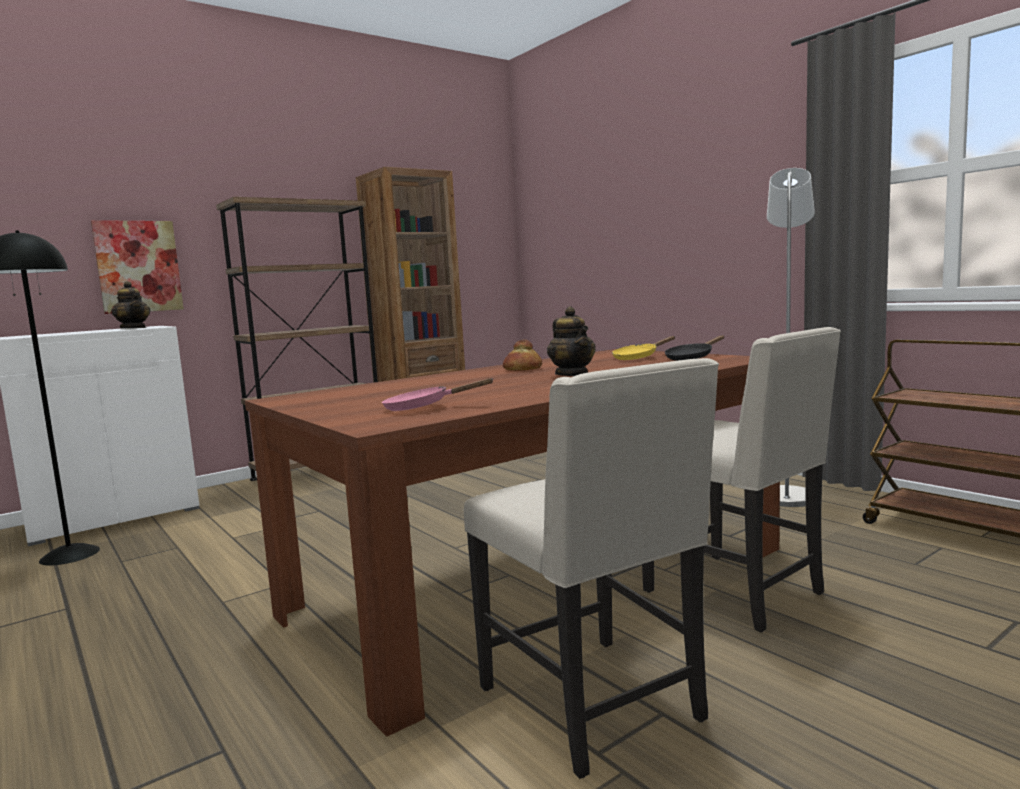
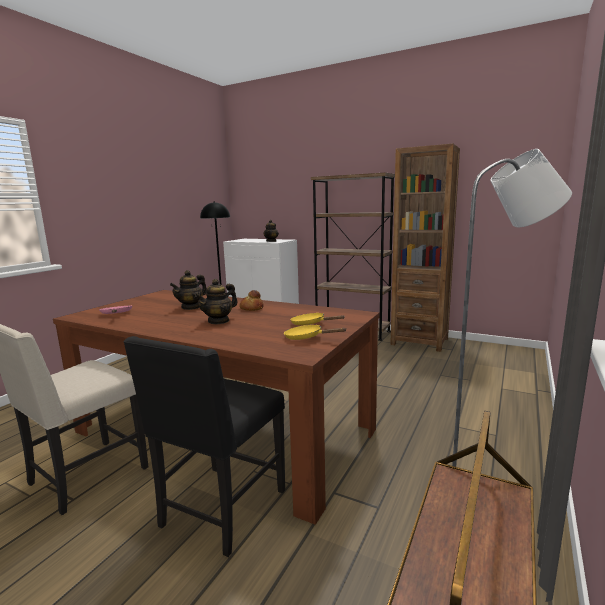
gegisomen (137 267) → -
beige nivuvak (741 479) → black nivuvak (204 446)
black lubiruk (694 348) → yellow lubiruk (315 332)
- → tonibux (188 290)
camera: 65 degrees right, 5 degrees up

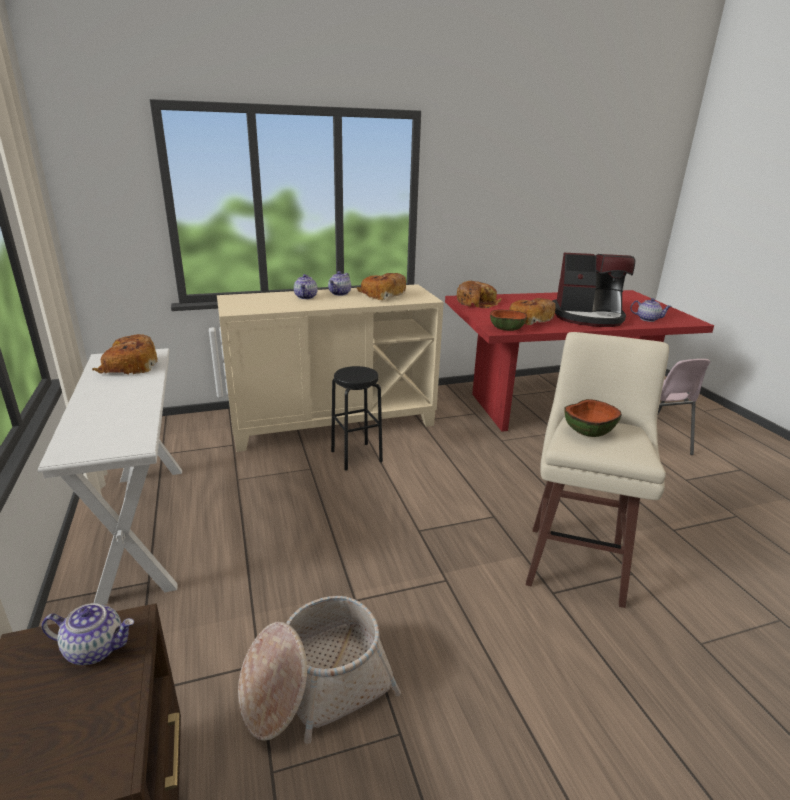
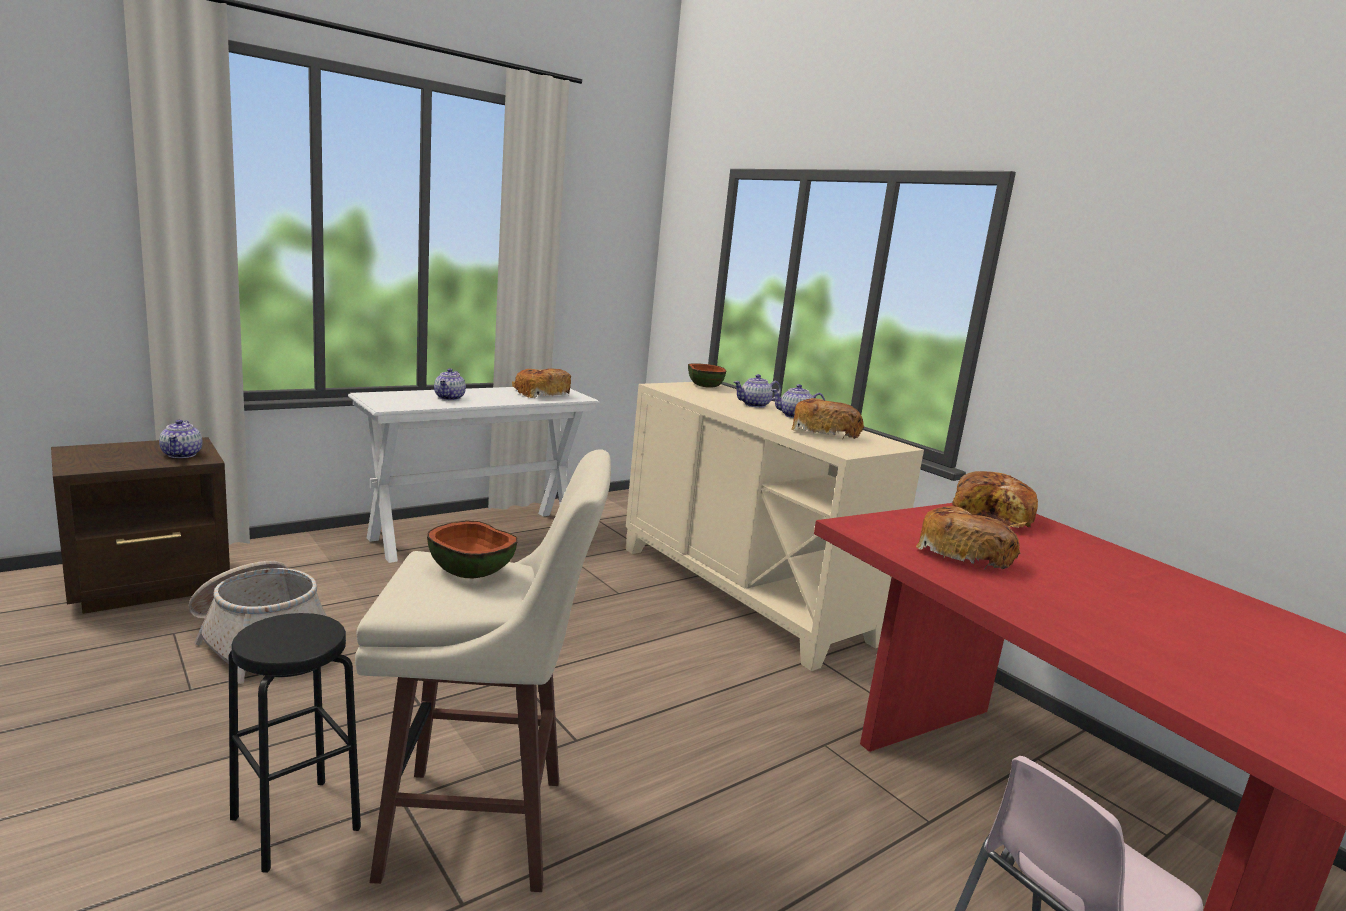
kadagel (593 290) → -
tonibux (651 310) → tonibux (450 384), moved
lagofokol (508 320) → lagofokol (707 375), moved
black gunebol (357 418) → black gunebol (295 743), moved
camera: 70 degrees right, 10 degrees down

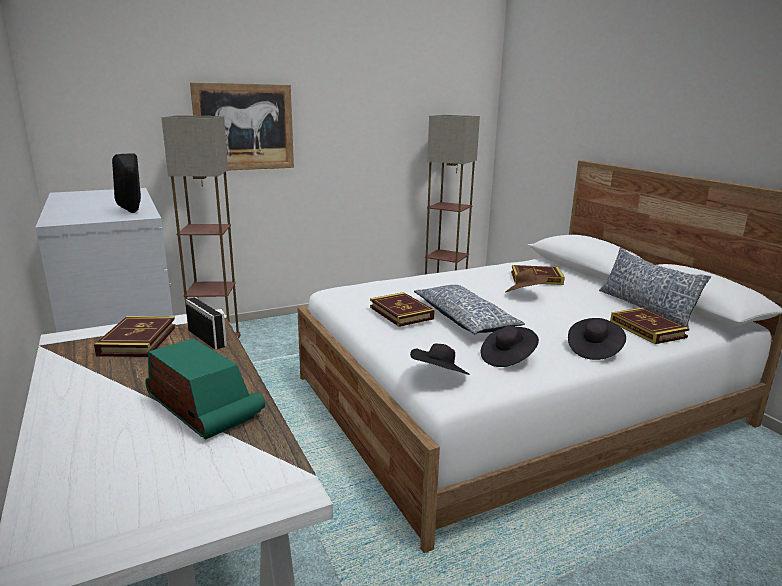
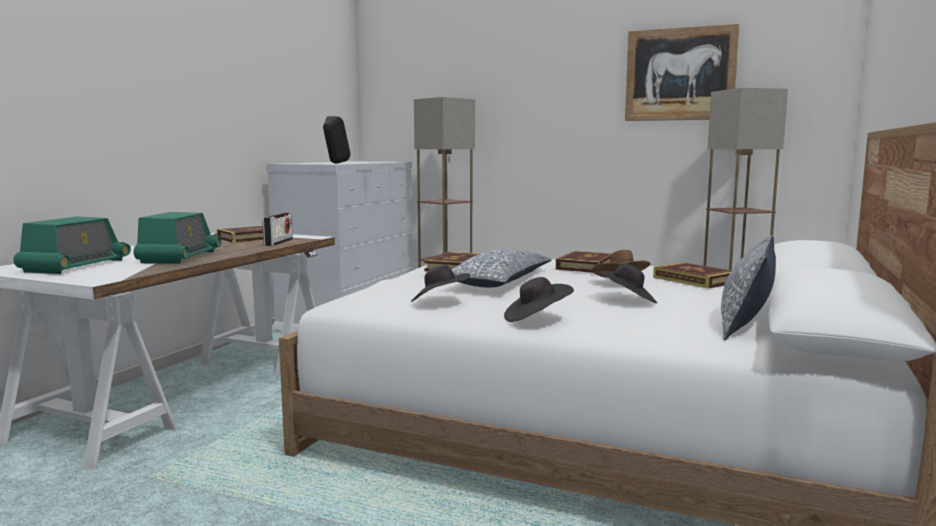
gegisomen (242 126) → gegisomen (682 72), moved
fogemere (650 325) → fogemere (584 262), moved
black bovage (439 359) → black bovage (627 284), moved
- → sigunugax (72 245)
camera: 50 degrees right, 10 degrees down

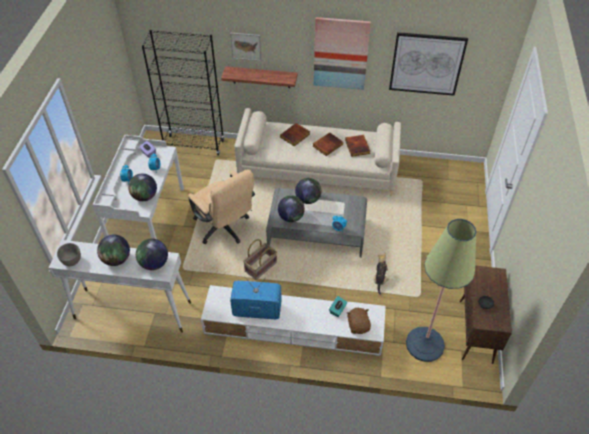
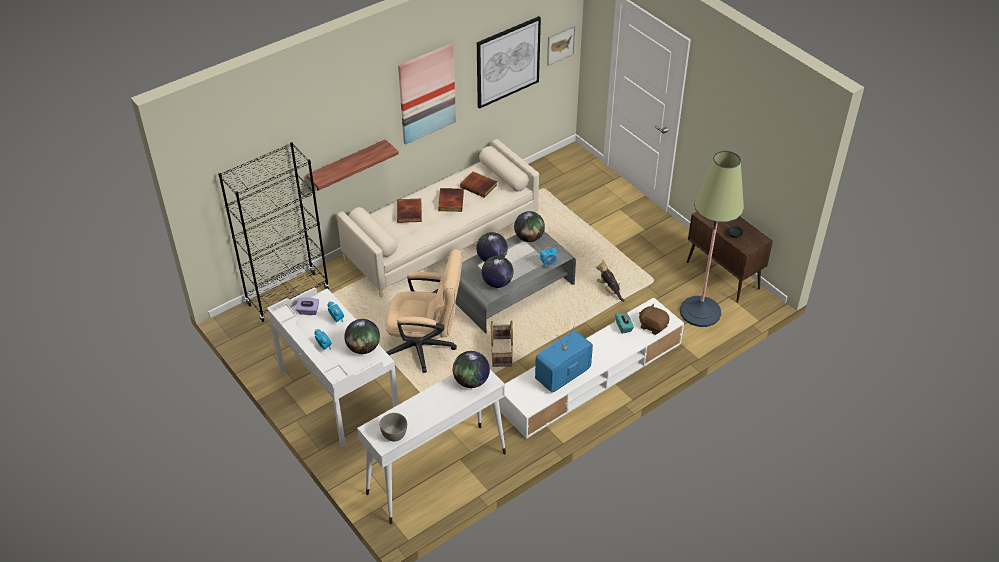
gegisomen (245 47) → gegisomen (561 45), moved
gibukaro (113 250) → gibukaro (529 226), moved
camera: 45 degrees left, 5 degrees down

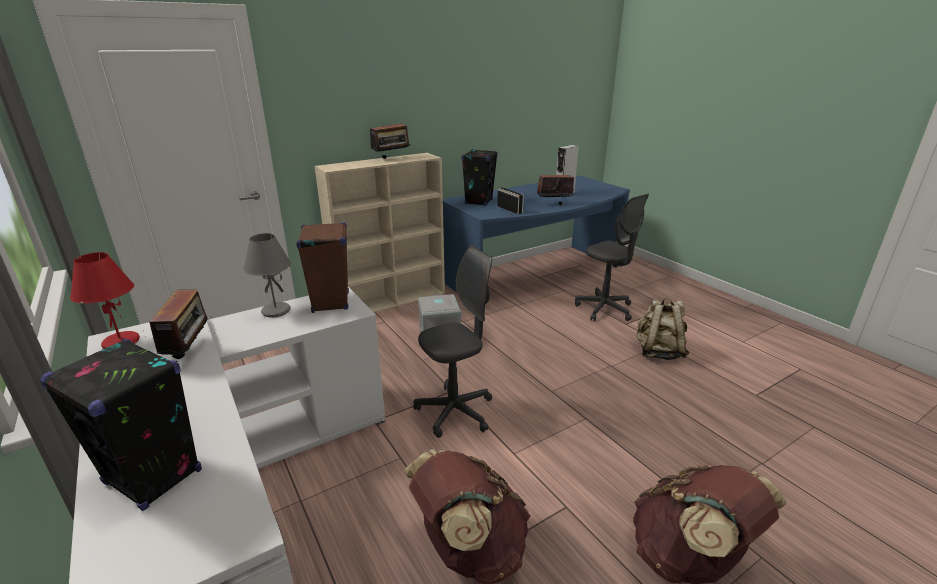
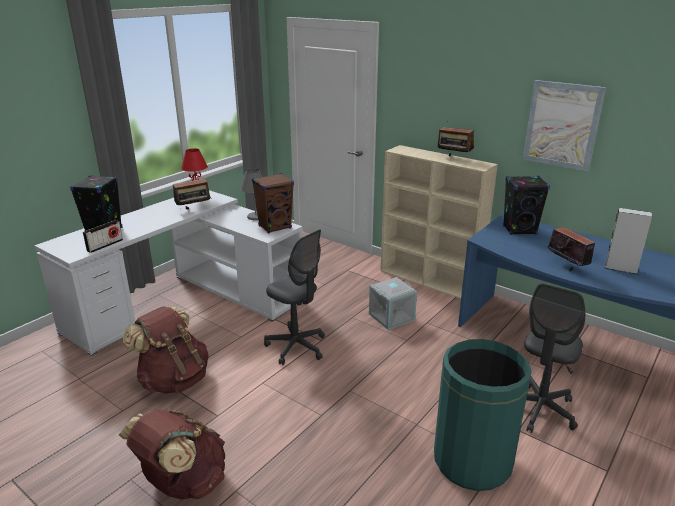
sigunugax (510 200) → sigunugax (103 236), moved
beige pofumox (662 329) → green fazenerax (483 415)
- → gegisomen (564 125)
camera: 70 degrees right, 0 degrees up

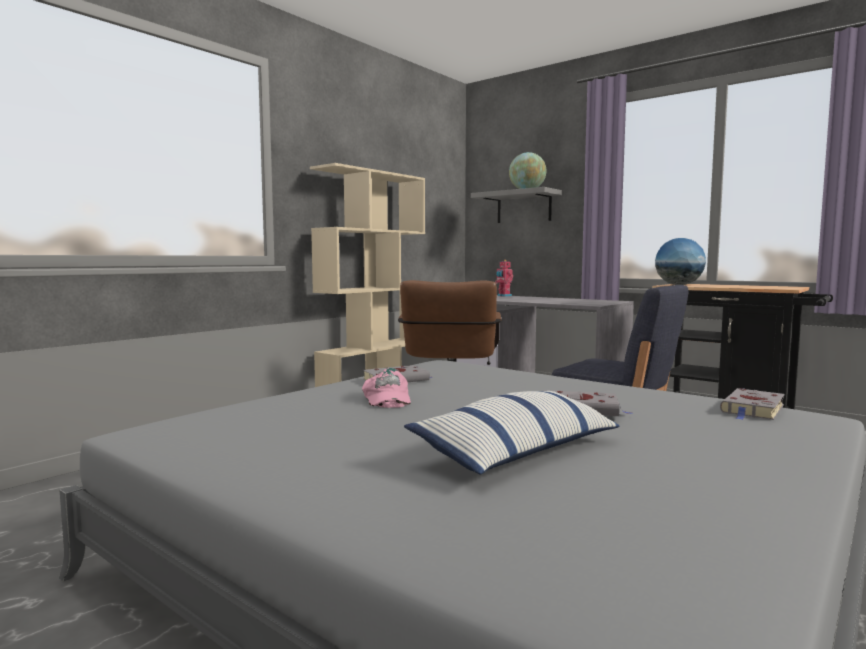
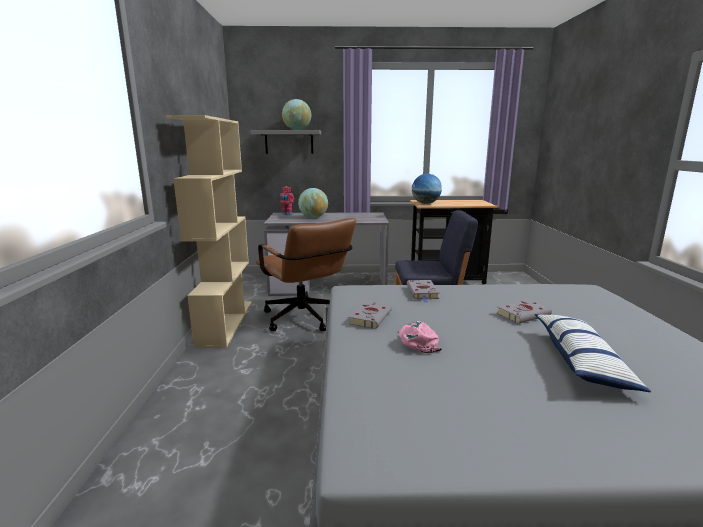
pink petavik (386 388) → pink petavik (420 337), 135 degrees counterclockwise
grey fogemere (752 404) → grey fogemere (423 291), moved
- → gibukaro (313 203)
camera: 40 degrees left, 10 degrees up

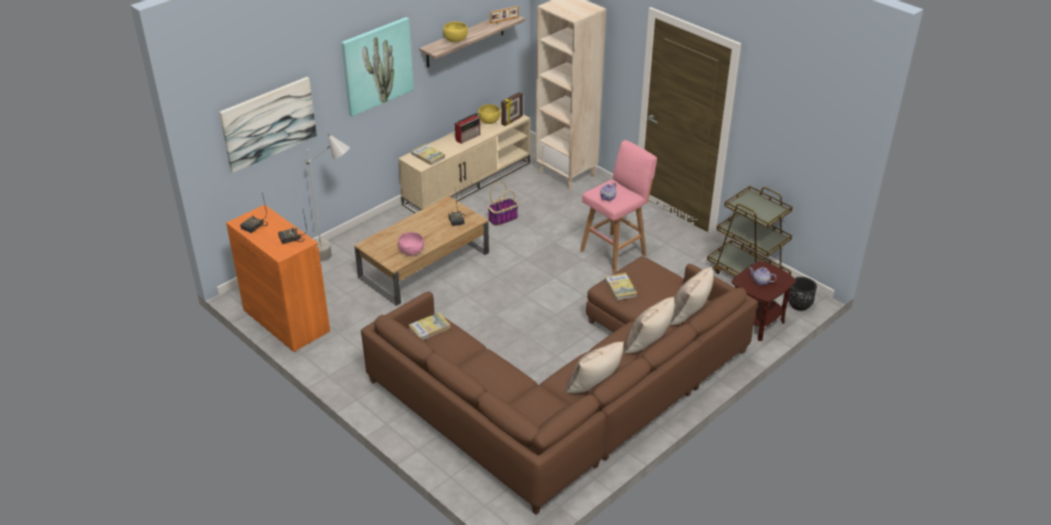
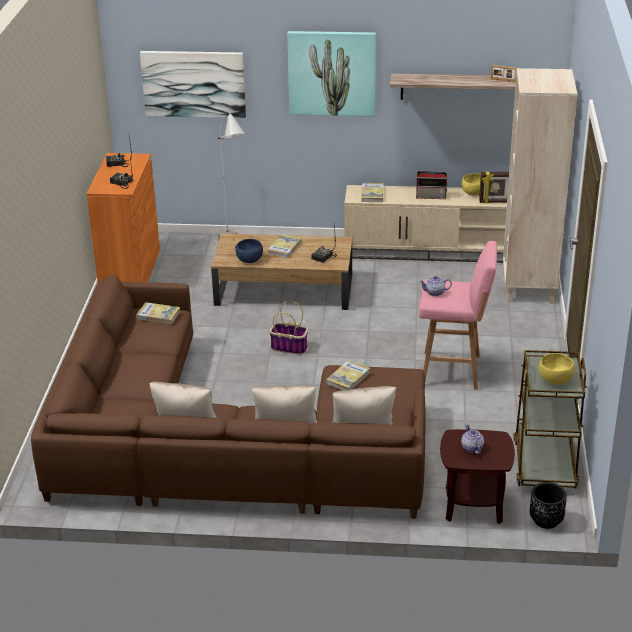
yellow lagofokol (455 32) → yellow lagofokol (557 368), moved
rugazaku (503 204) → rugazaku (288 328), moved
pink lagofokol (411 243) → blue lagofokol (249 251)
- → fogemere (284 246)
camera: 50 degrees right, 5 degrees down

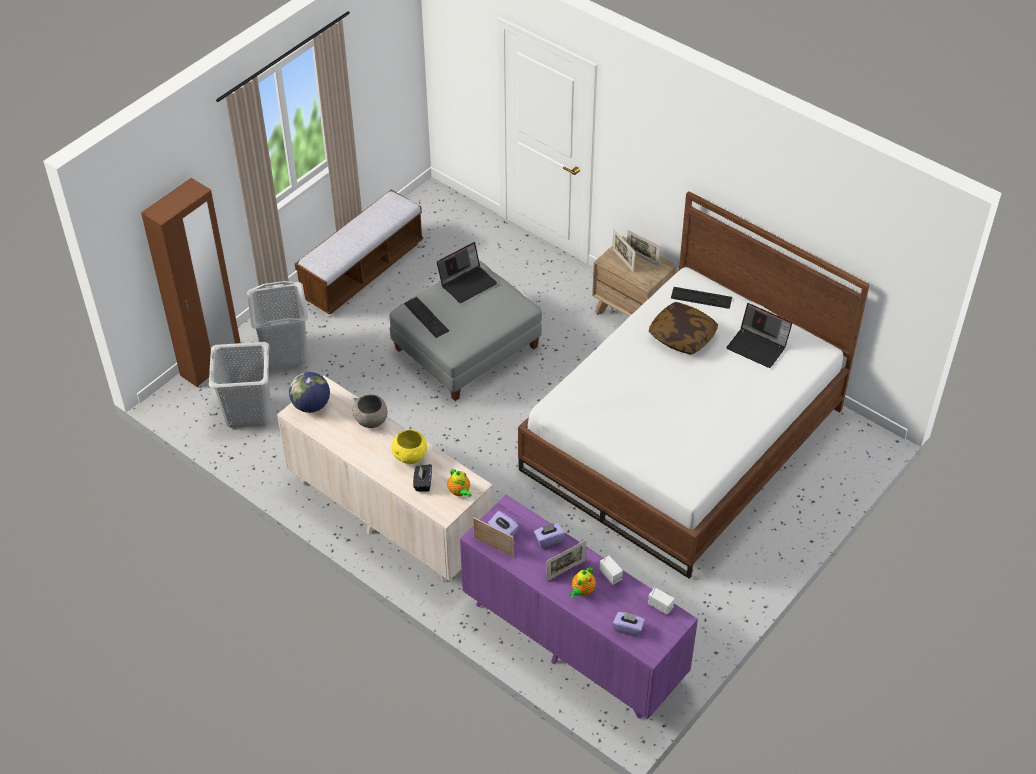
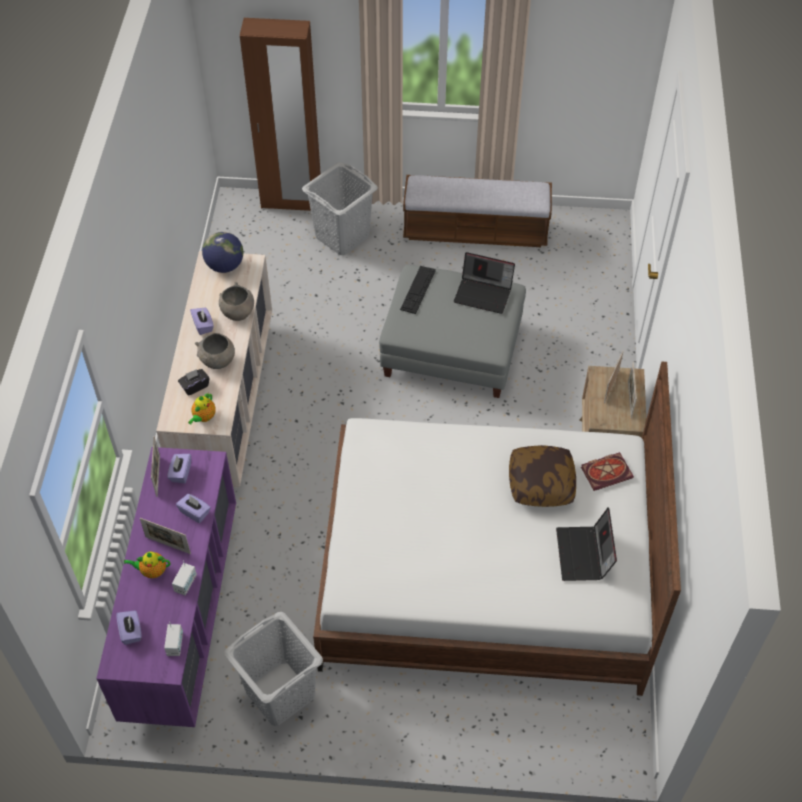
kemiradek (701 298) → fogemere (607 471)
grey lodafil (239 385) → grey lodafil (273 669), moved
yellow lagofokol (409 447) → grey lagofokol (215 351)
- → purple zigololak (202 321)
camera: 55 degrees right, 5 degrees up

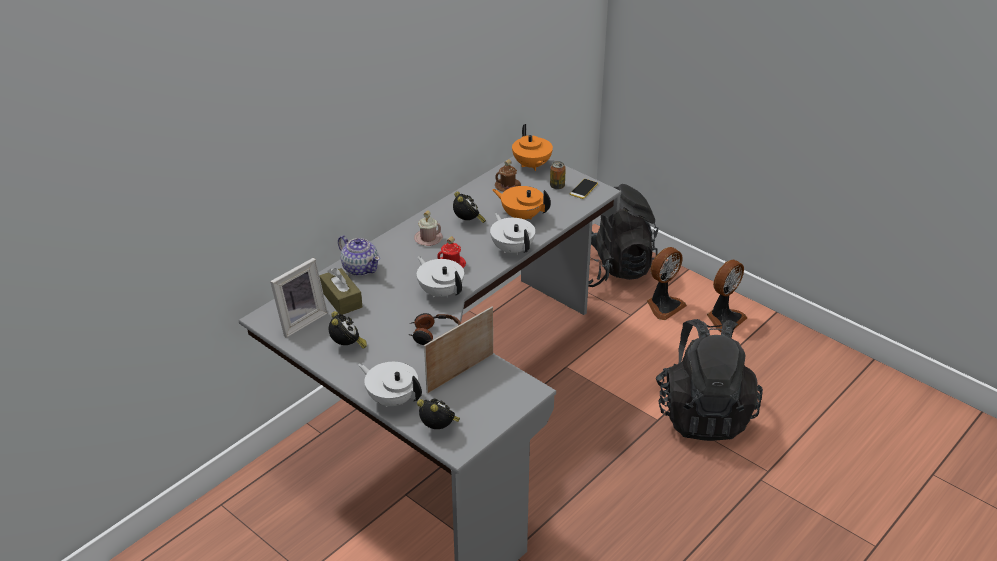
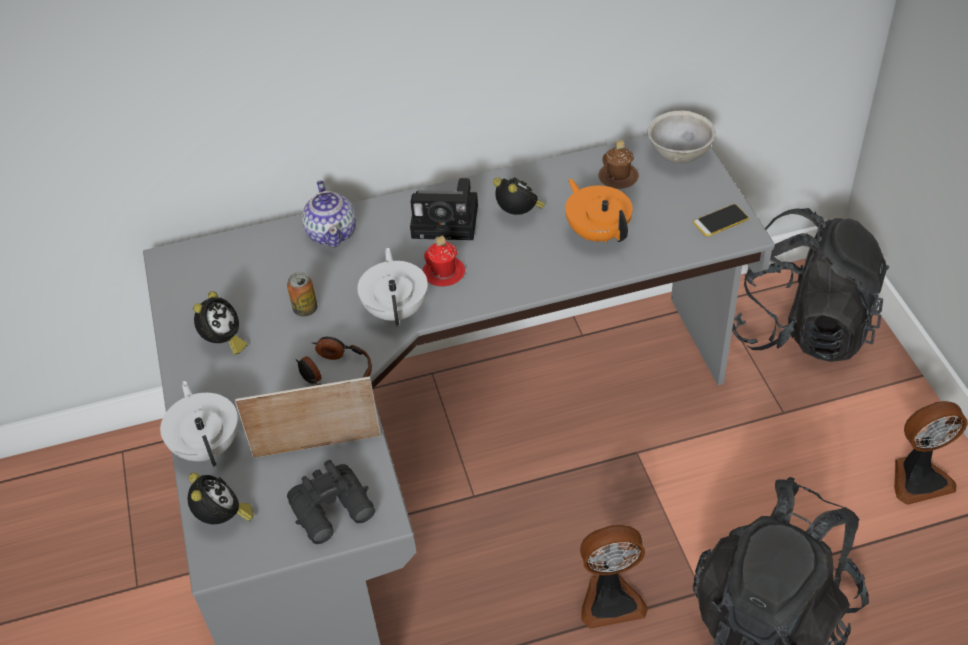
orange tonibux (532 147) → grey lagofokol (682 136)
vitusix (558 175) → vitusix (302 294), moved
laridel (469 207) → laridel (519 196), 60 degrees counterclockwise
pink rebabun (428 228) → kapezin (444 209)
white tonibux (512 234) → -
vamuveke (667 283) → vamuveke (614 577), moved
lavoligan (299 298) → -
brown zigololak (341 291) → -
- → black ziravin (331 502)
camera: 35 degrees right, 10 degrees up

